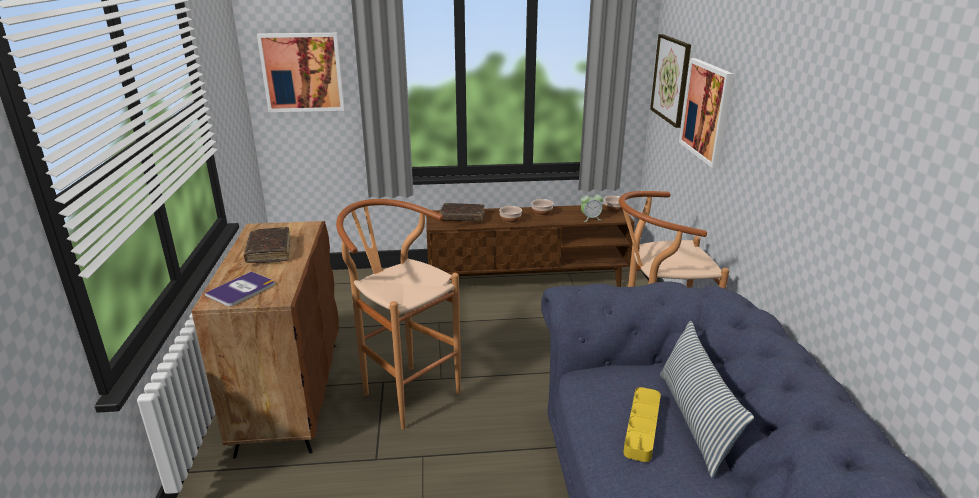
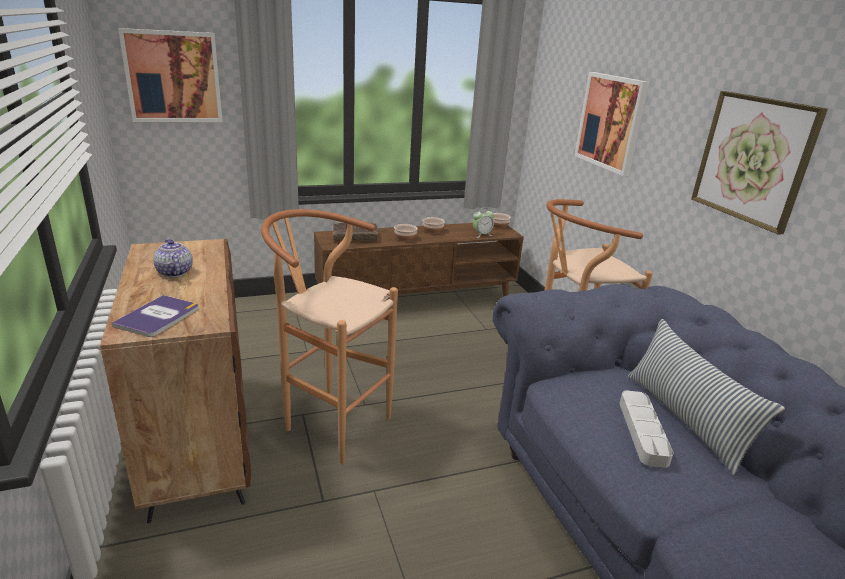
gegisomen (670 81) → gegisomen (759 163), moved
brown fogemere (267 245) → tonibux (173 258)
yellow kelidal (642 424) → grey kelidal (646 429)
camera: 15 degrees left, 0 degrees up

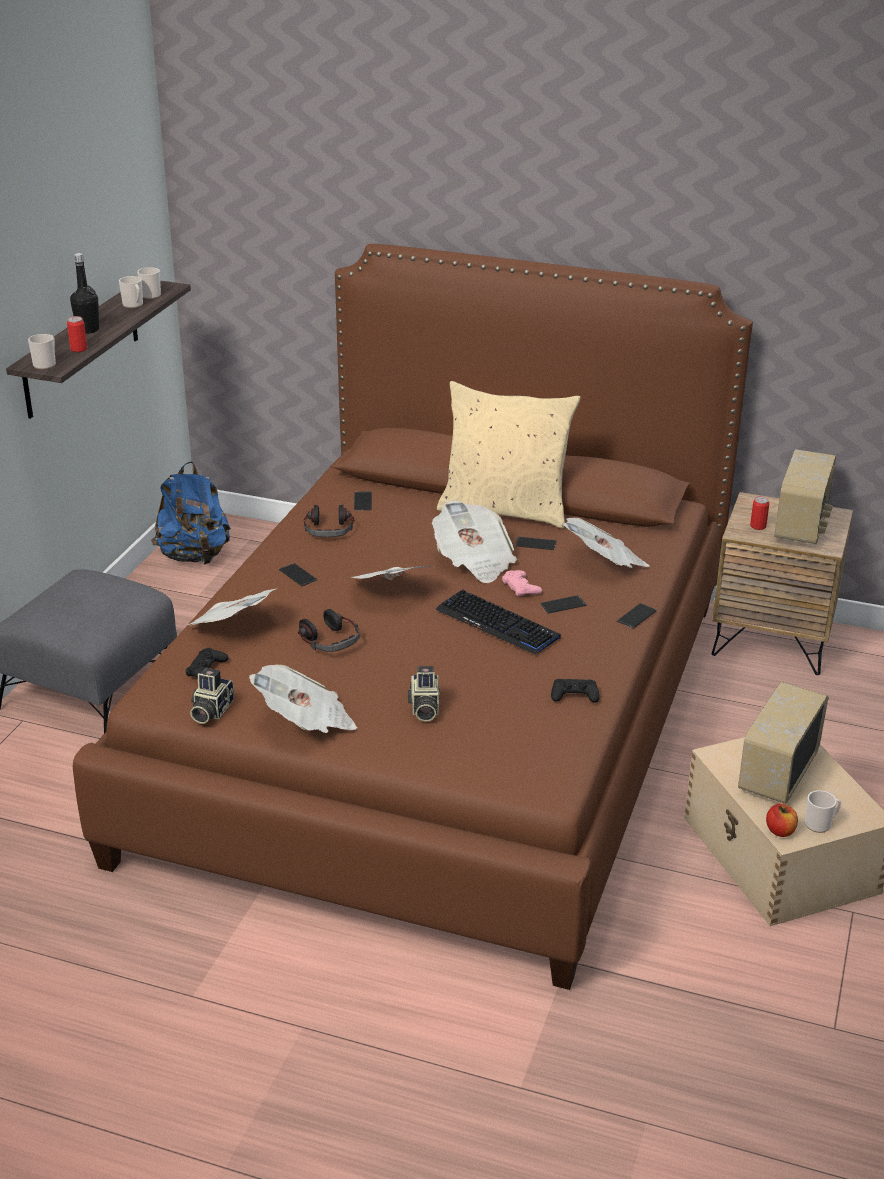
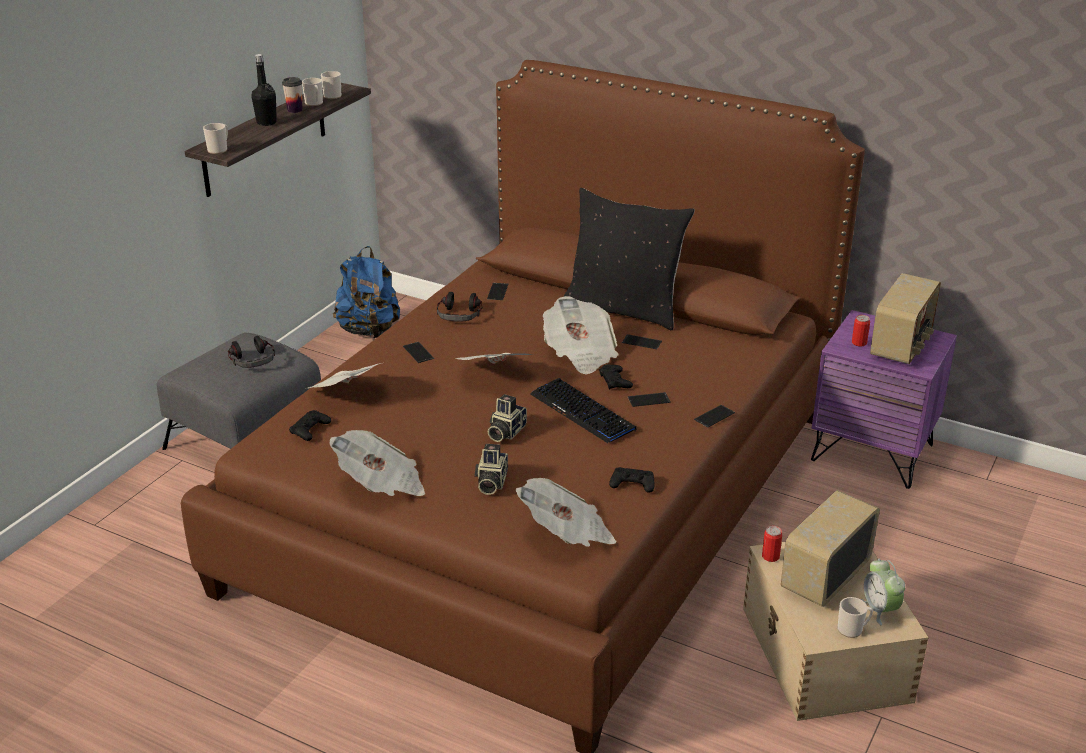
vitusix (77 334) → vitusix (772 544), moved
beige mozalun (509 455) → black mozalun (629 259)
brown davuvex (782 583) → purple davuvex (884 399)
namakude (606 543) → namakude (566 512), moved
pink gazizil (522 583) → black gazizil (616 377)
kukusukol (329 630) → kukusukol (251 352), moved
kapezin (212 696) → kapezin (507 418), moved
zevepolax (782 820) → -
- → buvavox (292 95)
- → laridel (883 592)
camera: 10 degrees right, 0 degrees up

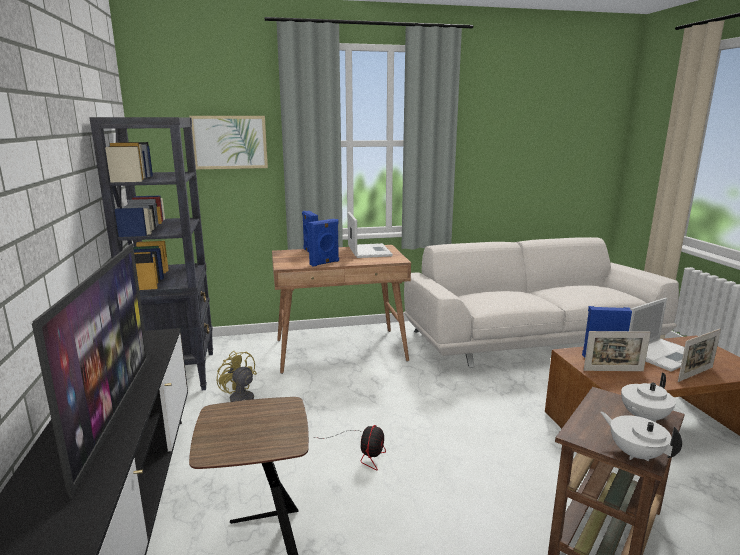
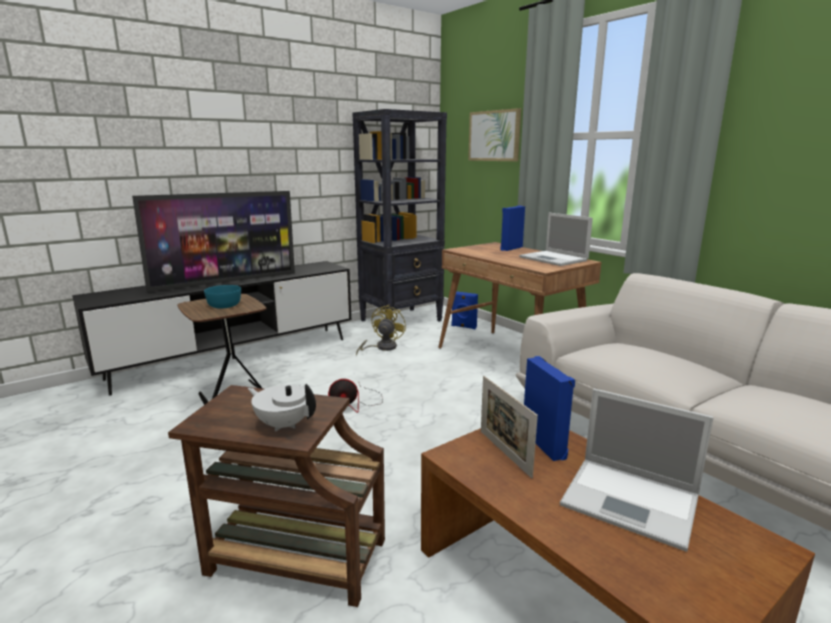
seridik (370 235) → seridik (556 239), 90 degrees clockwise
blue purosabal (323 243) → blue purosabal (464 310), moved
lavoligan (699 355) → -
white tonibux (641 436) → -
- → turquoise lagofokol (222 297)
camera: 65 degrees right, 0 degrees up

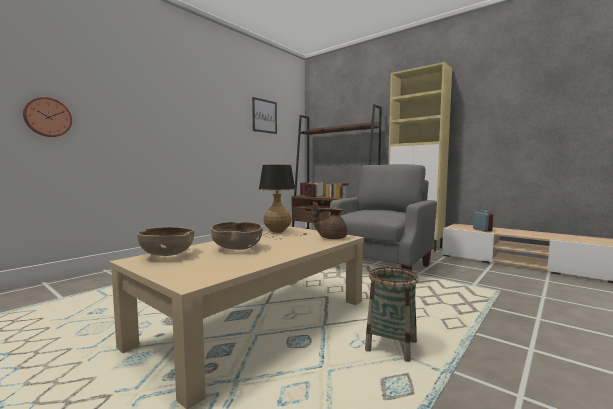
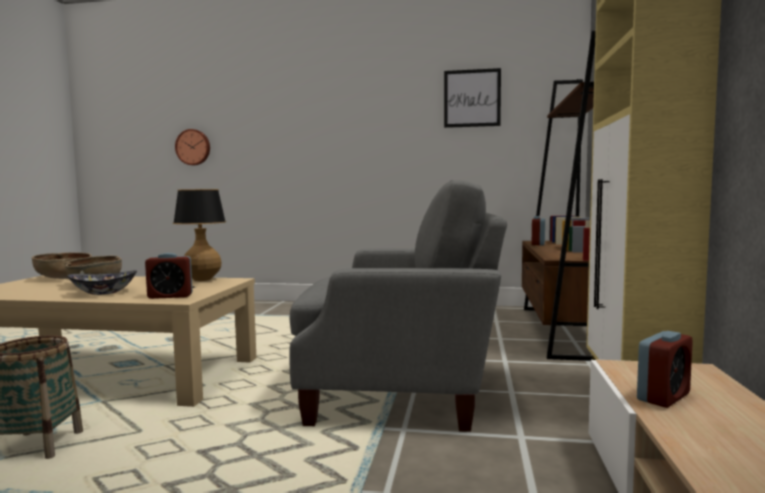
brown tonibux (330 220) → laridel (168 276)
- → lagofokol (102 282)
camera: 60 degrees right, 0 degrees up

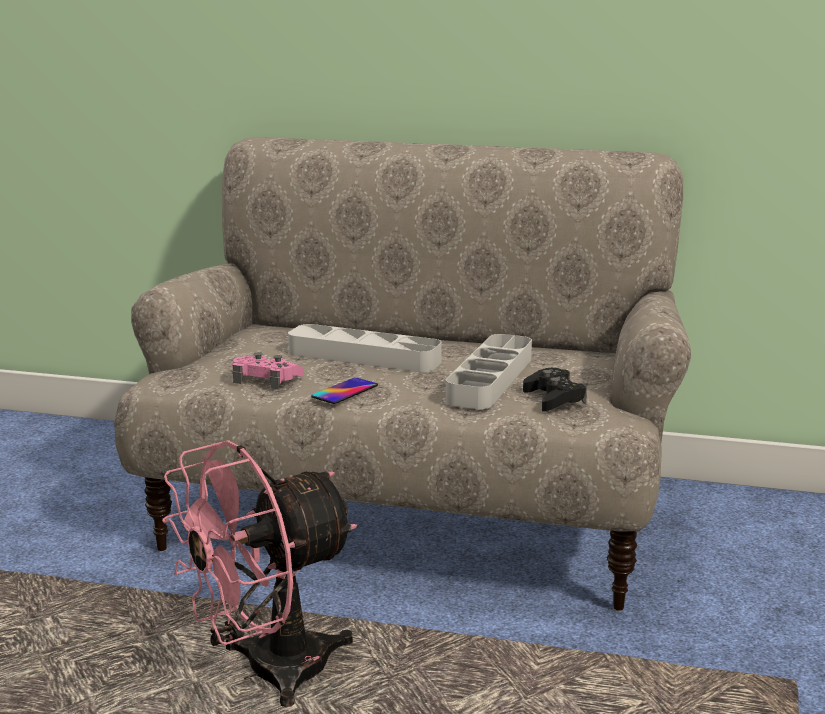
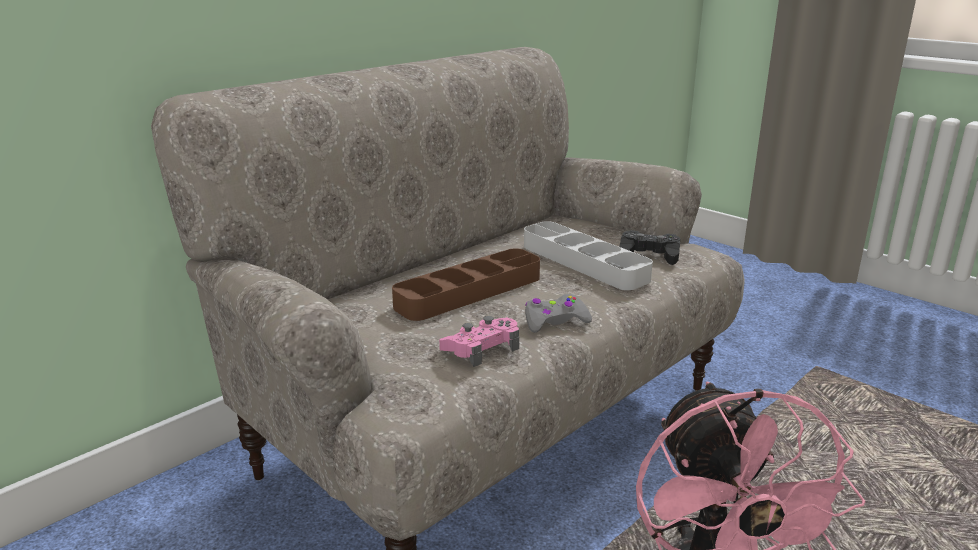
grey kelidal (365 348) → brown kelidal (466 284)
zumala (344 390) → grey gazizil (558 313)
camera: 60 degrees left, 5 degrees up

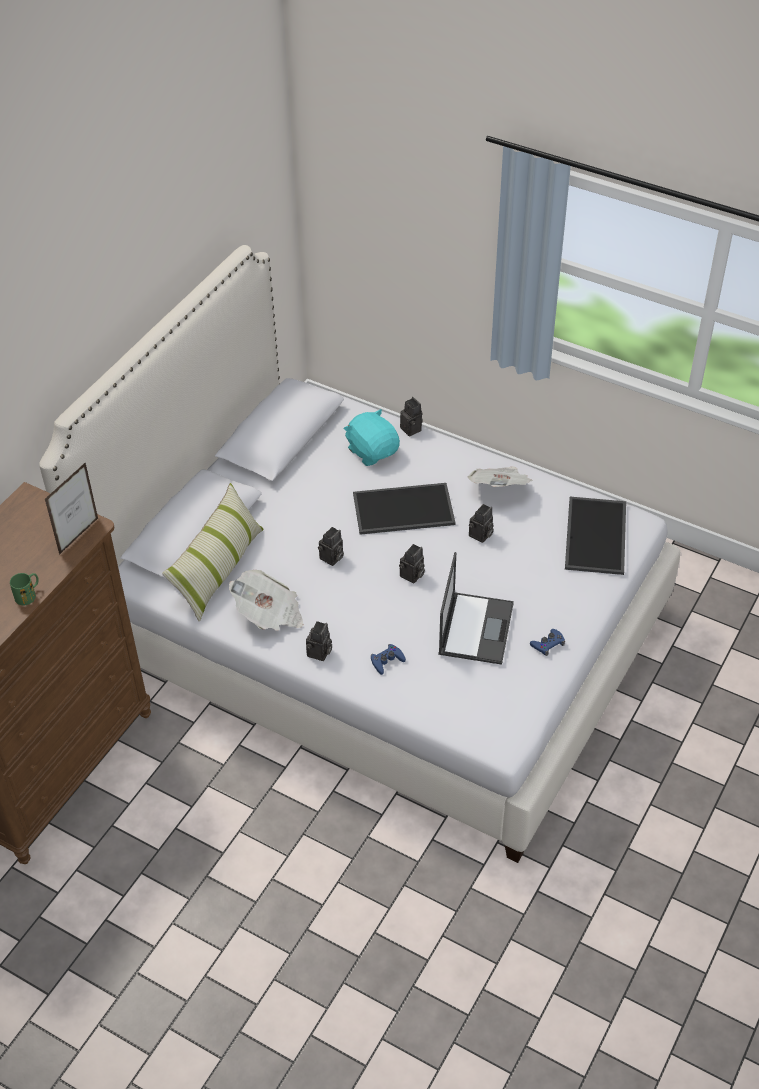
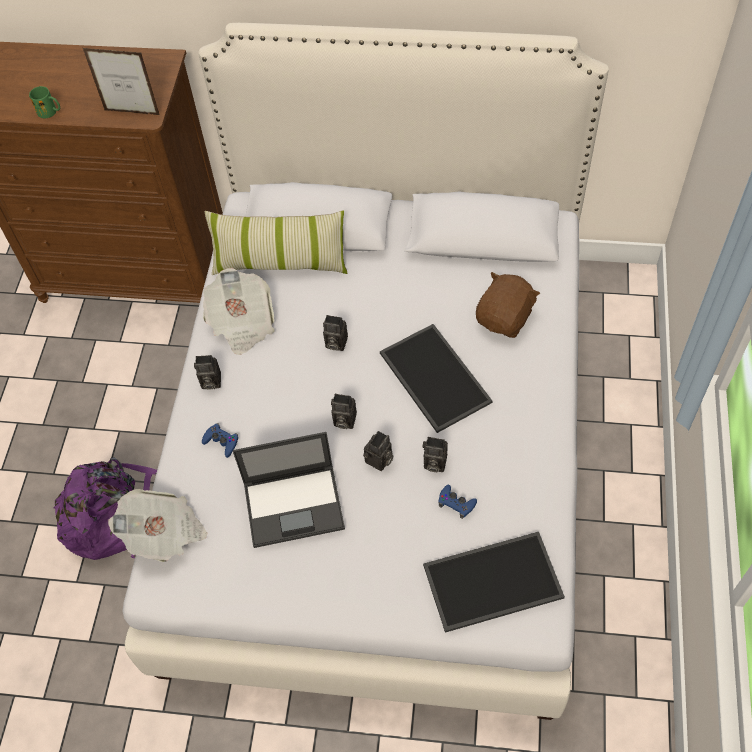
kapezin (411 417) → kapezin (378 451), moved
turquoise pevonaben (372 437) → brown pevonaben (508 305)
namakude (500 476) → namakude (157 525), moved
blue gazizil (547 642) → blue gazizil (458 502), moved
- → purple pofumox (105 508)
camera: 70 degrees right, 10 degrees up

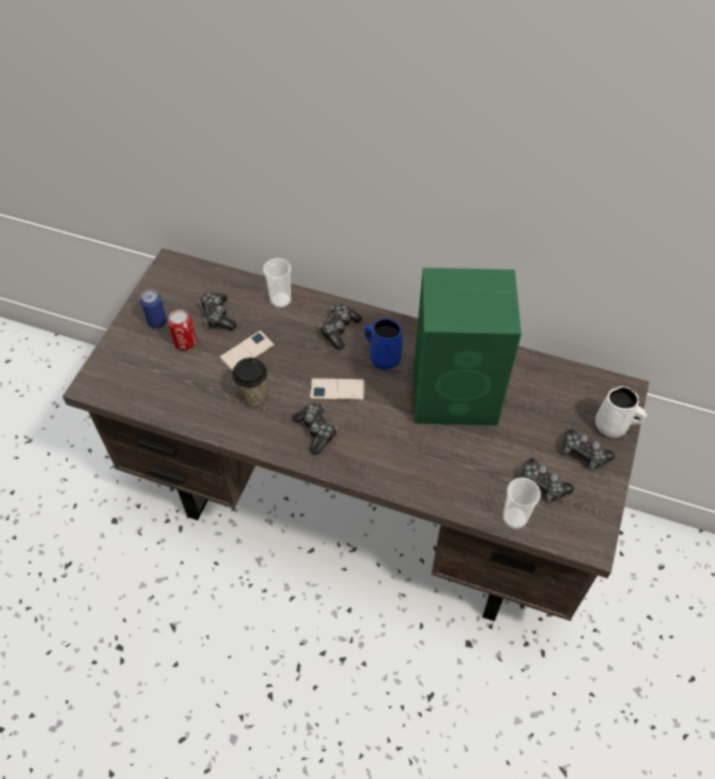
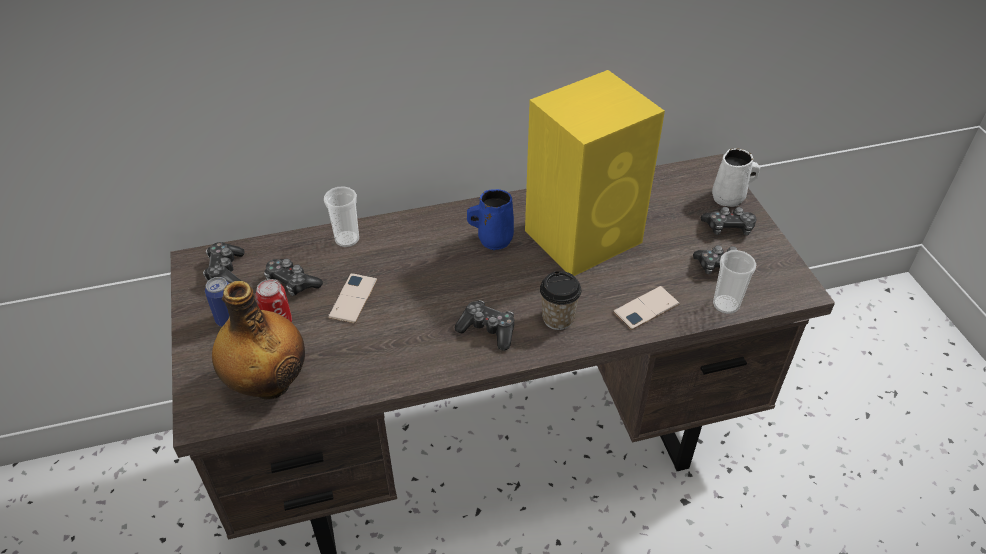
green purosabal (467 347) → yellow purosabal (595 173)
gazizil (341 327) → gazizil (224 262), moved
buvavox (249 381) → buvavox (560 300), moved
zumala (337 389) → zumala (646 308), moved
- → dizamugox (258 340)
camera: 35 degrees left, 10 degrees down

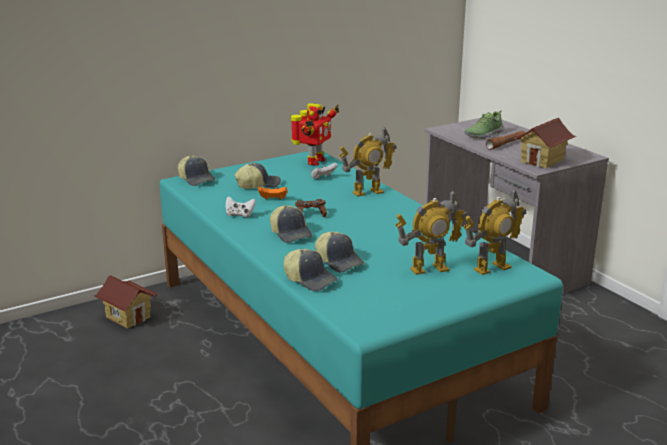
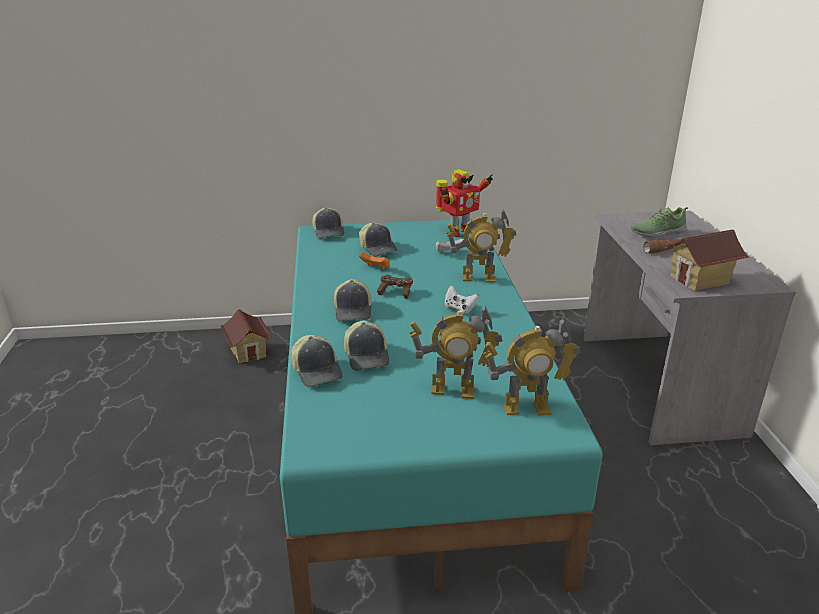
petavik (257 176) → petavik (378 240), 60 degrees clockwise
white gazizil (241 207) → white gazizil (462 300), moved
camera: 25 degrees right, 5 degrees up

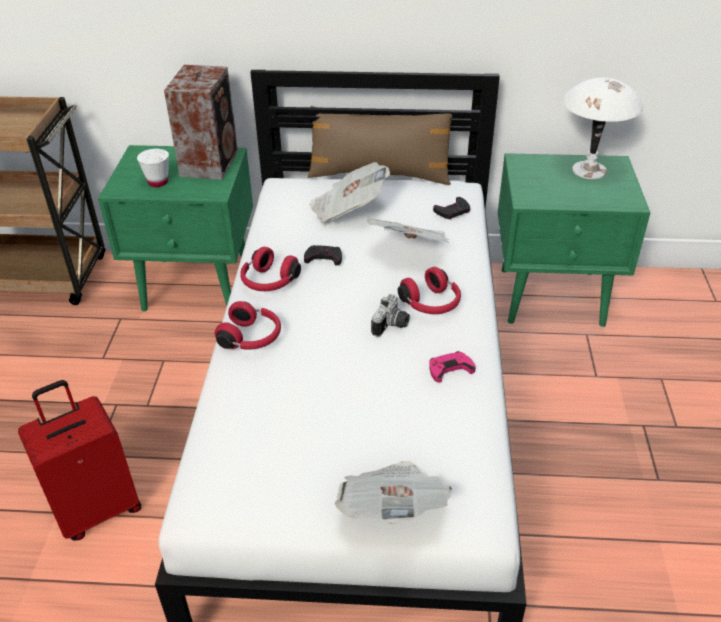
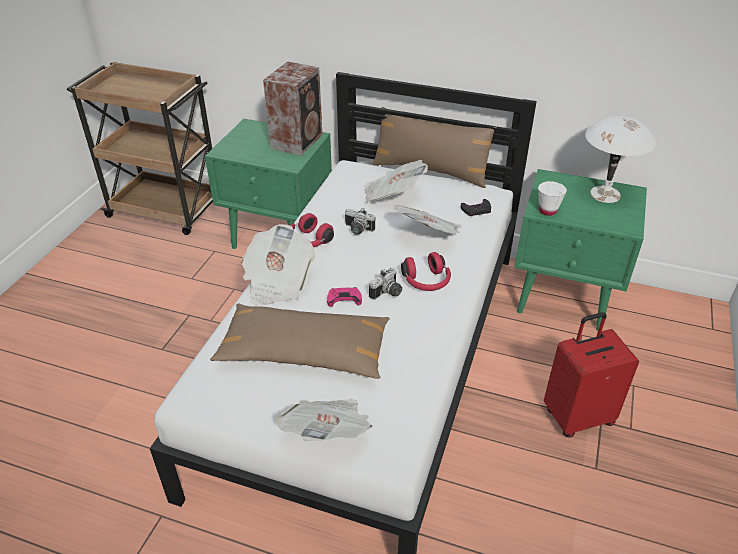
white buvavox (153 168) → white buvavox (552 198), moved
black gazizil (323 255) → kapezin (360 221)
red kukusukol (248 325) → namakude (278 265)
pink gazizil (452 366) → pink gazizil (344 297), moved
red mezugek (79 460) → red mezugek (591 375), moved
- → brown mozalun (300 341)
camera: 15 degrees right, 0 degrees up

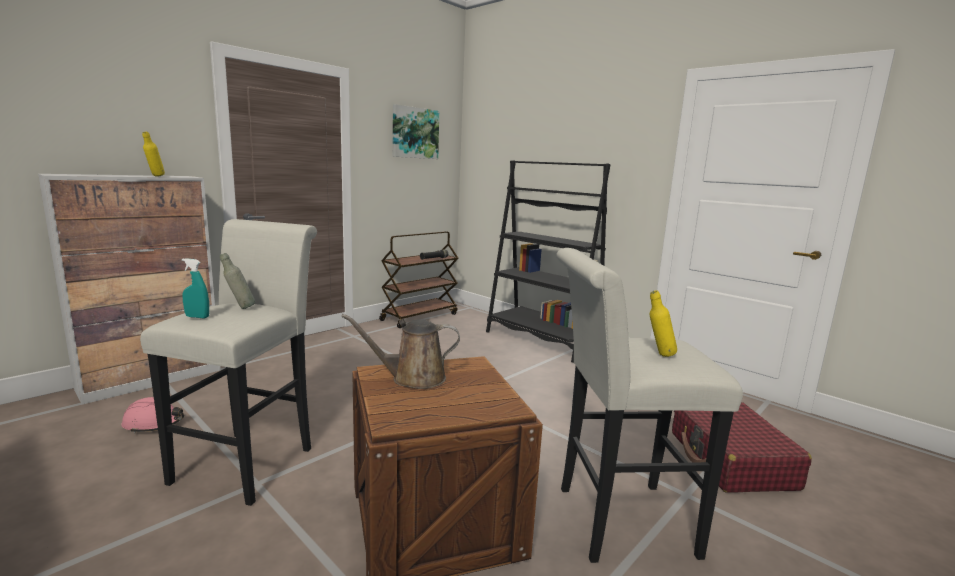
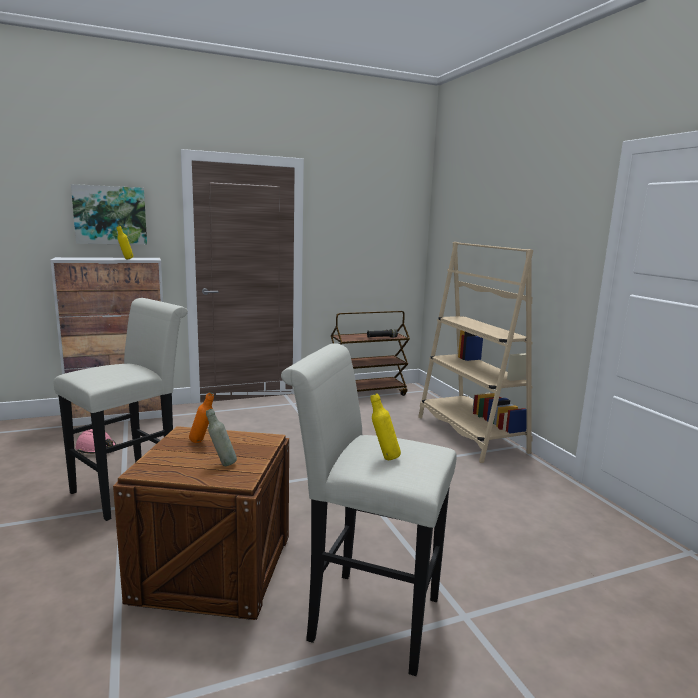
gegisomen (416 131) → gegisomen (109 214), moved
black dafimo (548 261) → beige dafimo (476 352)
grey dizamugox (237 281) → grey dizamugox (221 437), moved
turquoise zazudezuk (195 288) → -
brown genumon (400 351) → orange dizamugox (201 417)
red mezugek (742 447) → -
camera: 25 degrees right, 0 degrees up

